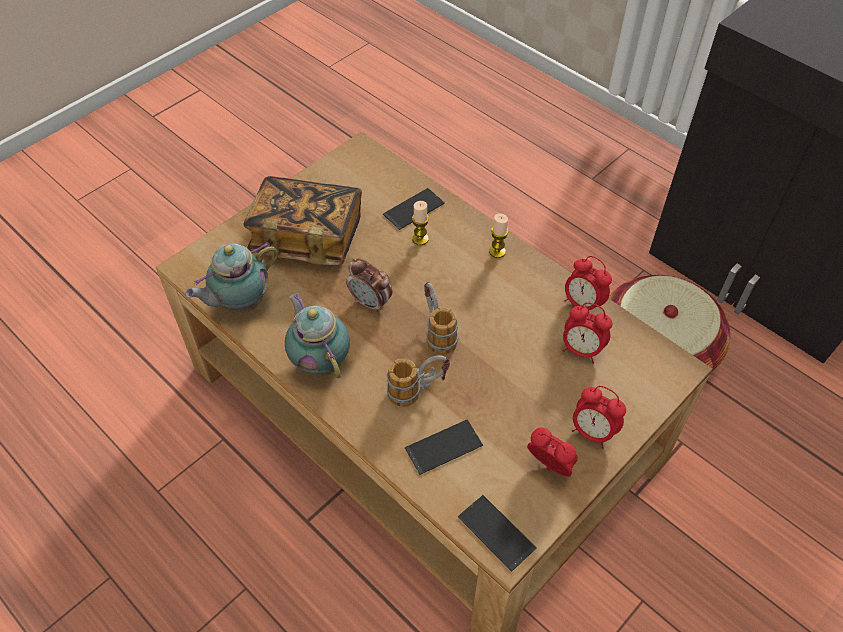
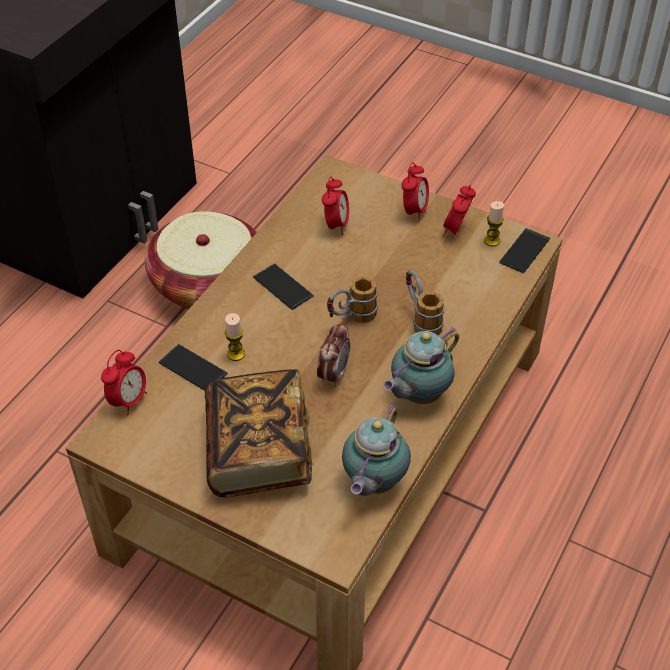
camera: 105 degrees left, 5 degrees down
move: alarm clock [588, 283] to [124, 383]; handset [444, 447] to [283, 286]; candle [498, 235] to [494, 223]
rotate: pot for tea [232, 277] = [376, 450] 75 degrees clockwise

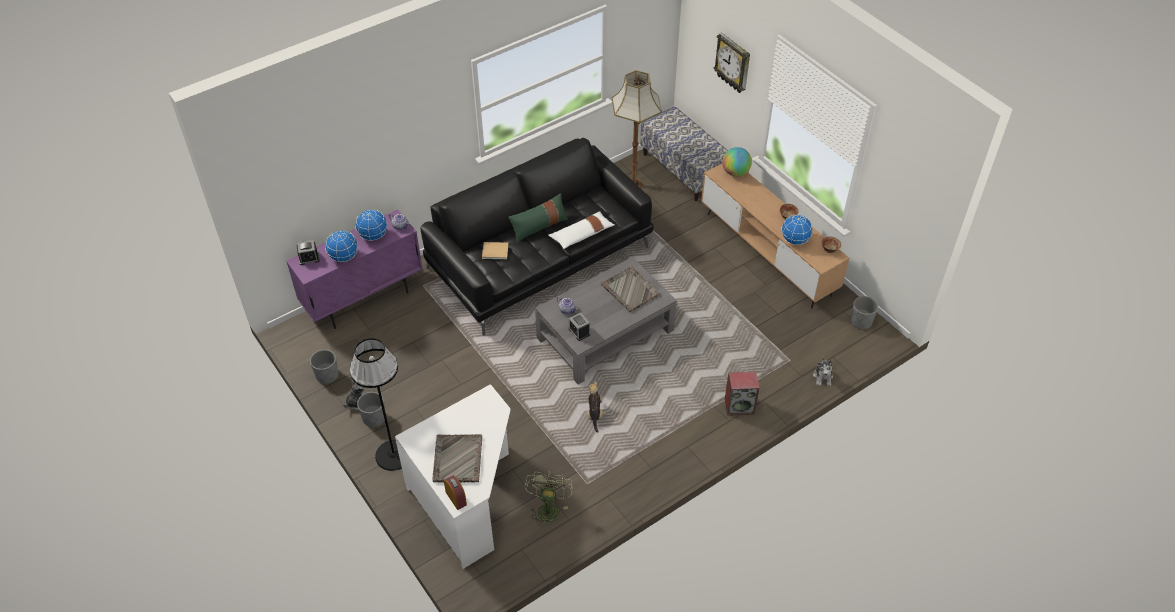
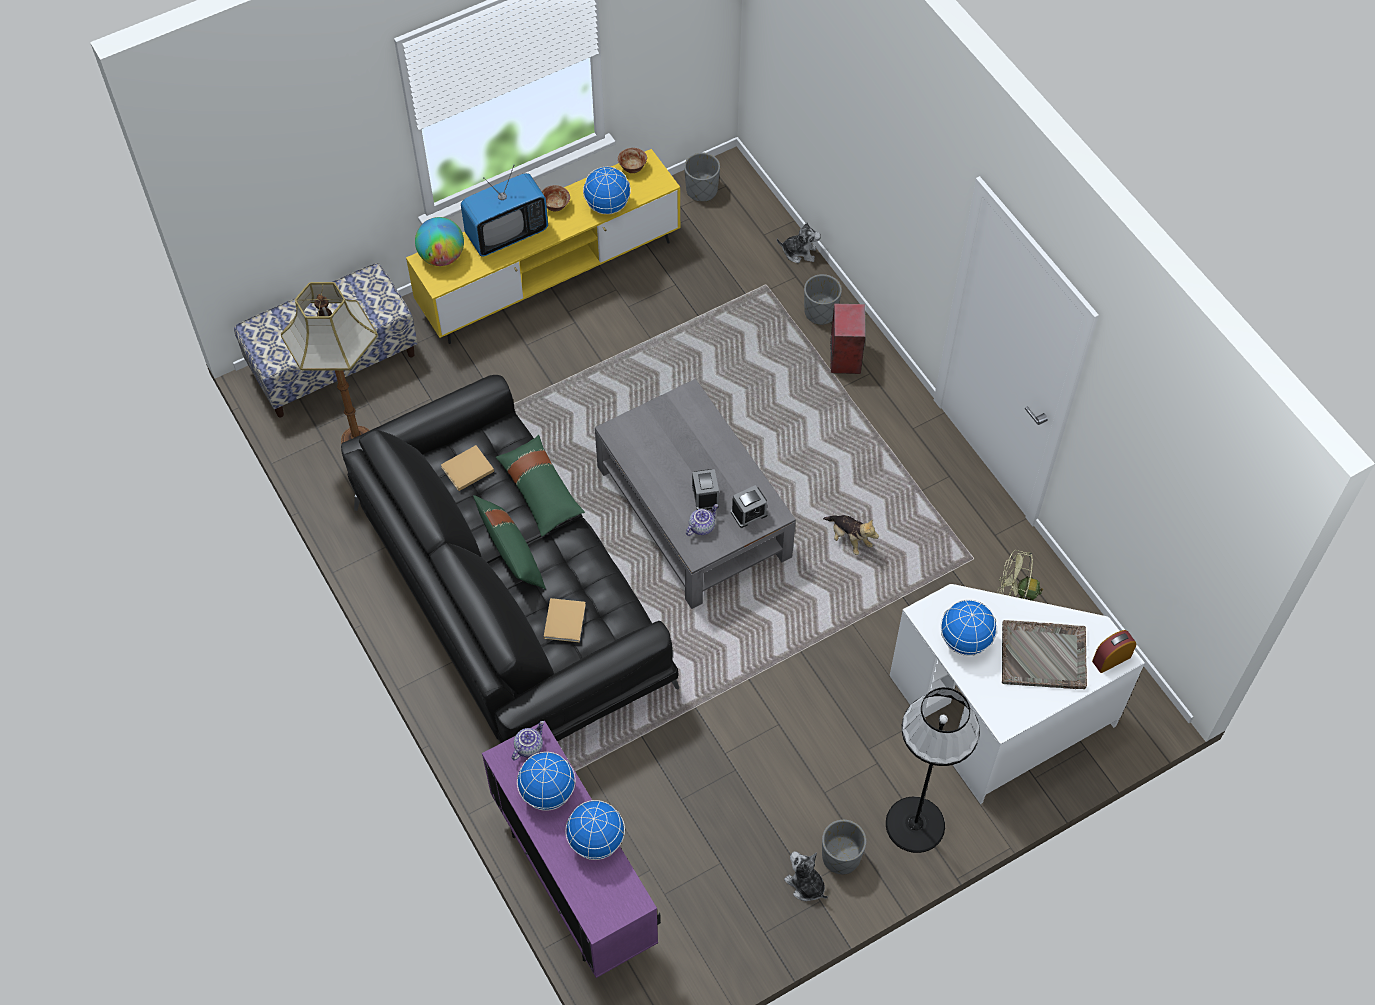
camera: 85 degrees left, 10 degrees up
delete: gray serving tray [630, 289]; clock on the wall [732, 62]
insert: sand-coloured book [467, 468]; television [504, 211]; globe [969, 627]
move: alarm clock [308, 252] to [705, 489]; gray flower pot [324, 366] to [823, 299]
recolor: brownish media console [775, 236] to yellowish media console [543, 246]; whitish throw pillow [581, 230] to green-coloured throw pillow [540, 486]
rotate: cuddly toy [596, 407] = [851, 535] 135 degrees counterclockwise

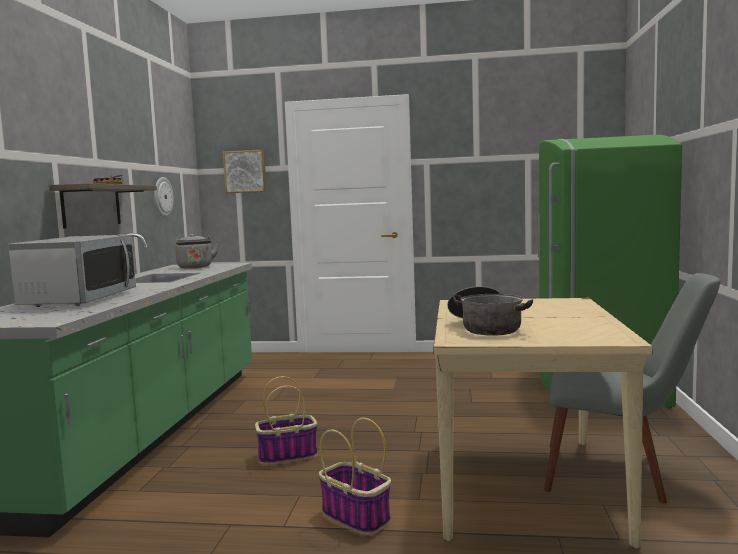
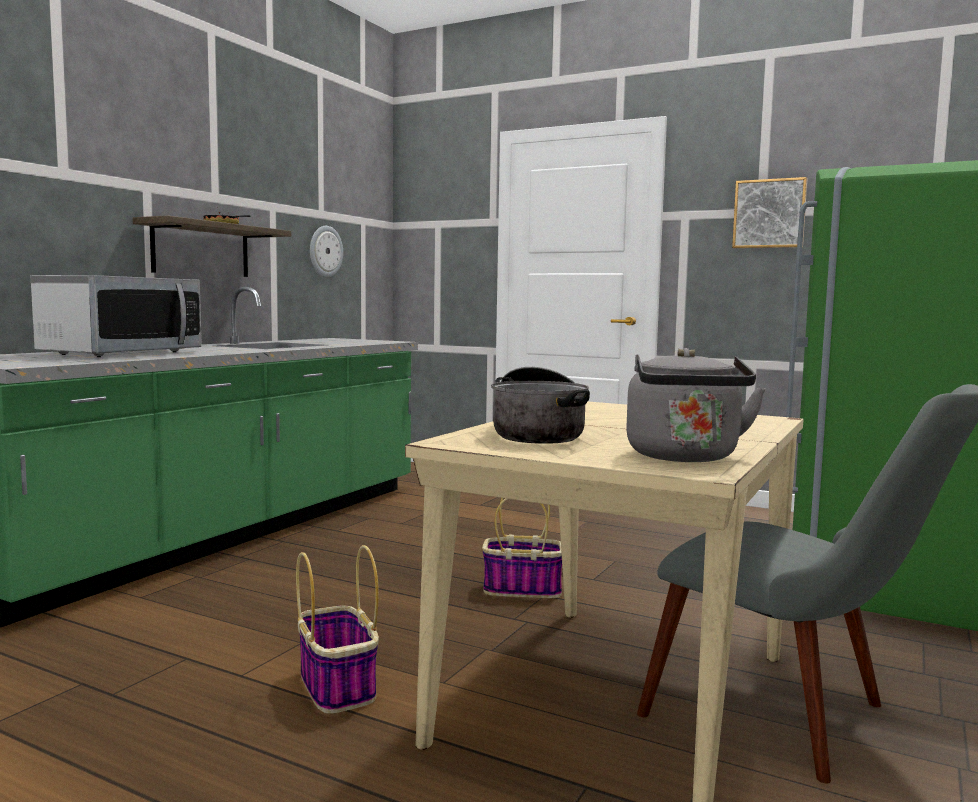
camera: 20 degrees right, 0 degrees up
move: basket [286, 420] to [522, 548]; gray water kettle [197, 251] to [695, 405]; wall art [245, 171] to [770, 213]

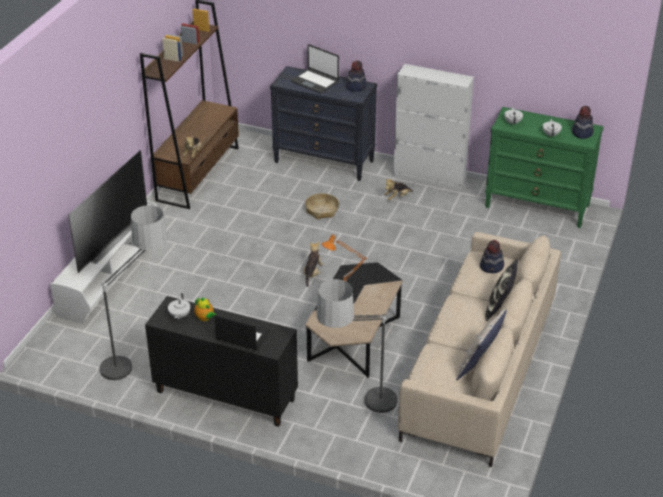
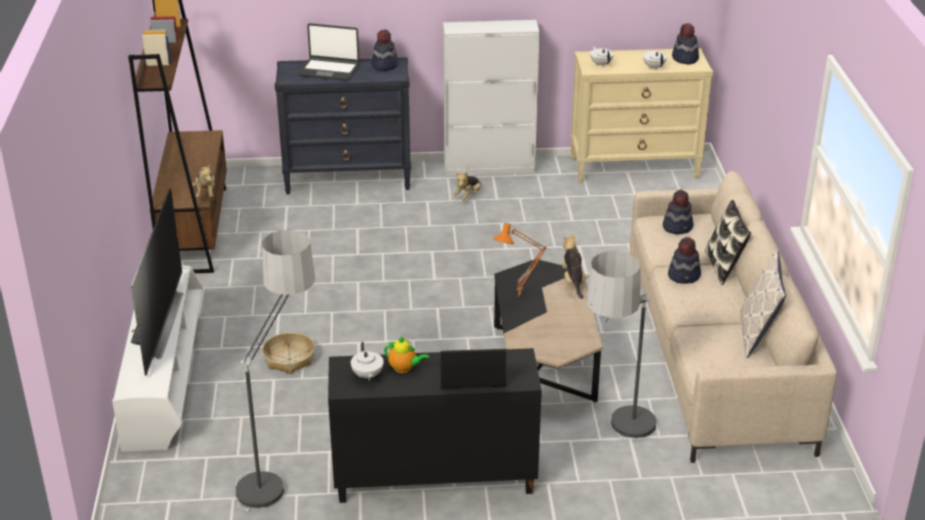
camera: 25 degrees left, 5 degrees down
insert: clothing hat [684, 260]
move: basket [322, 206] to [288, 353]; cuddly toy [313, 264] to [575, 266]
recolor: green-coloured chest of drawers [544, 167] to sand-coloured chest of drawers [641, 115]

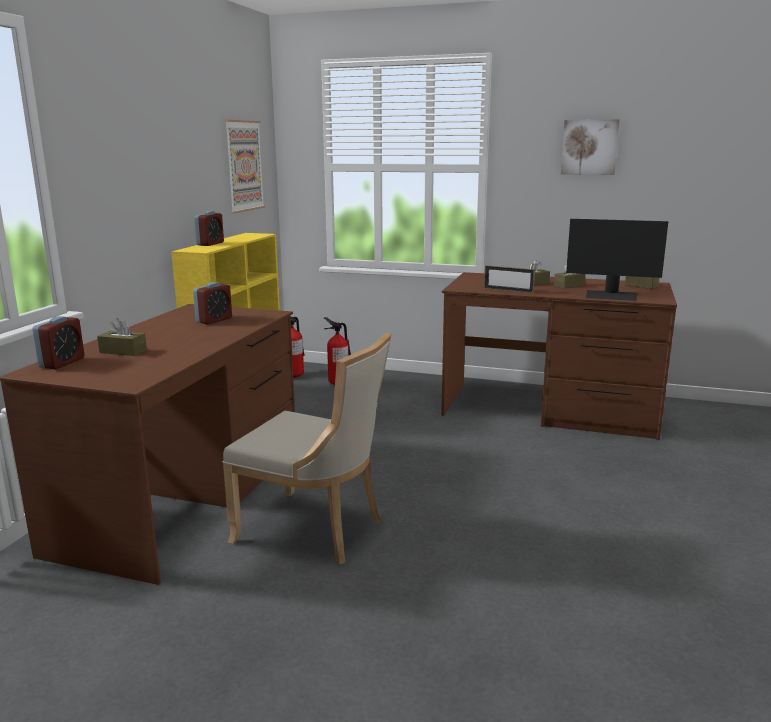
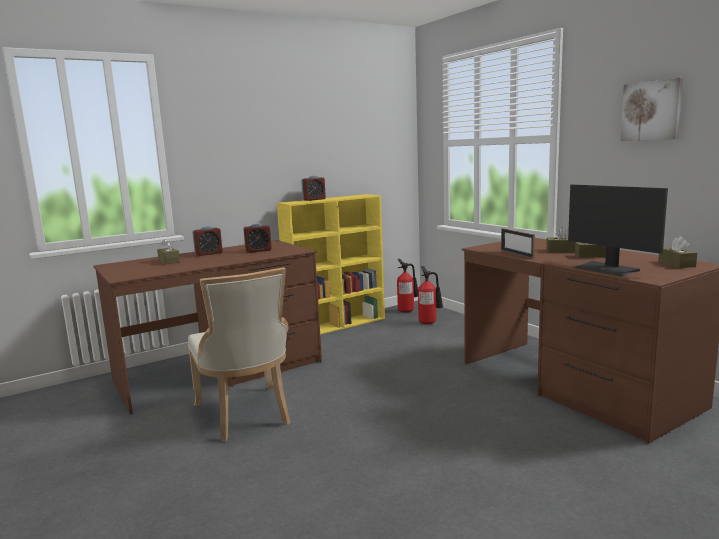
camera: 40 degrees right, 5 degrees down
delete: wall art [244, 166]
move: alarm clock [58, 342] to [207, 241]

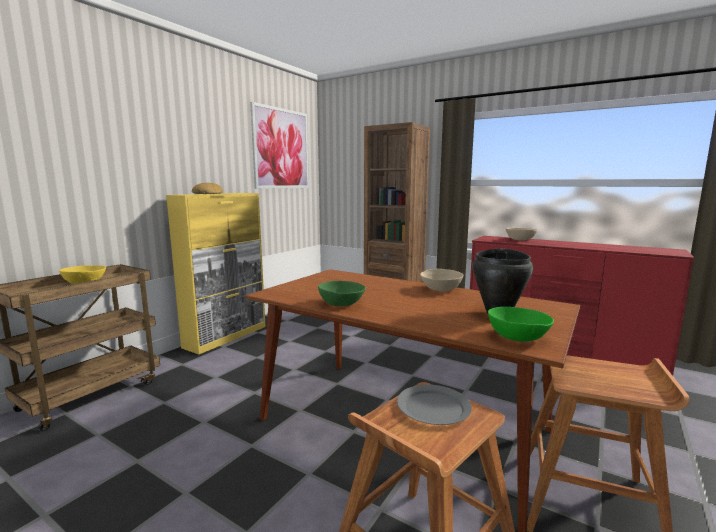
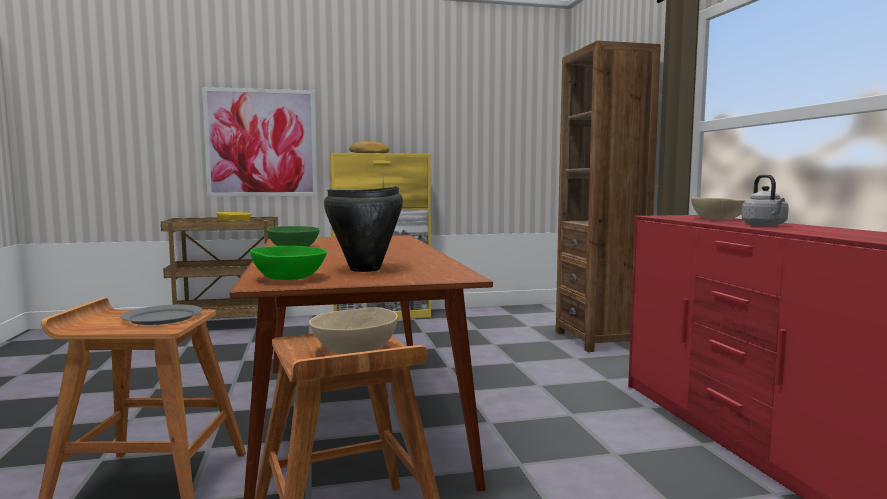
camera: 45 degrees right, 5 degrees down
insert: gray water kettle [765, 200]
move: wall art [279, 145] to [259, 142]; sand-coloured serving bowl [441, 280] to [353, 331]

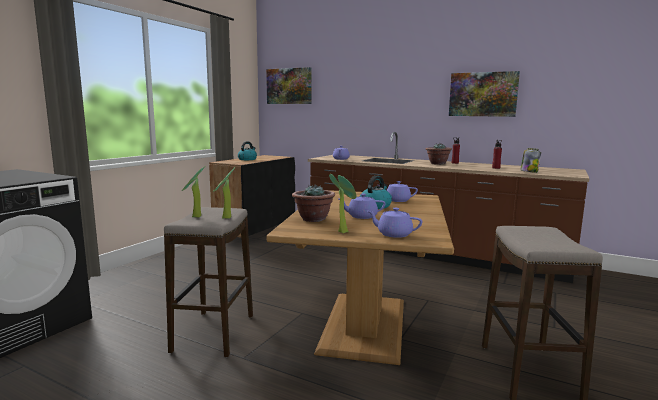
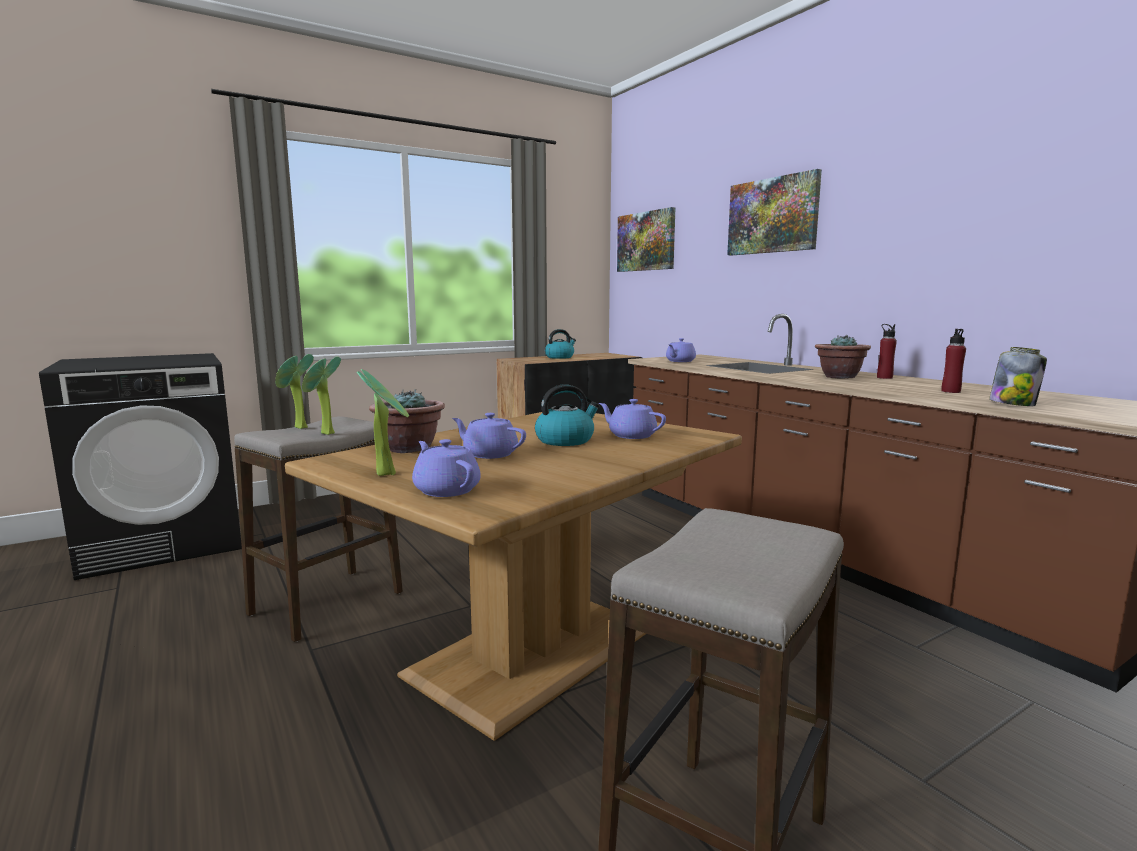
camera: 30 degrees right, 0 degrees up
move: wall art [484, 94] to [774, 212]

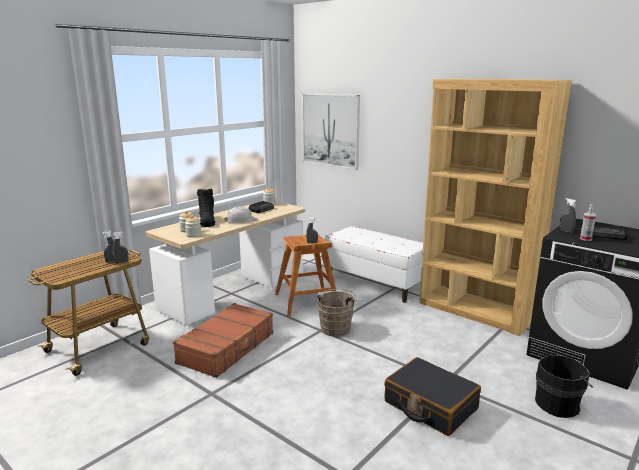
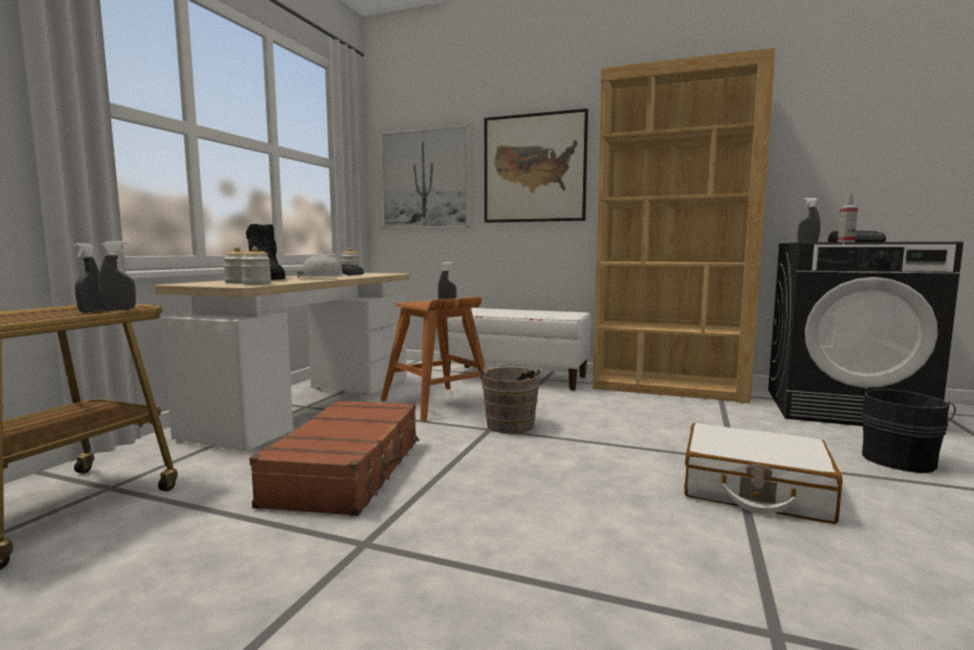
camera: 20 degrees left, 10 degrees down
insert: wall art [536, 166]
recolor: blackish suitcase [432, 396] to whitish suitcase [763, 473]

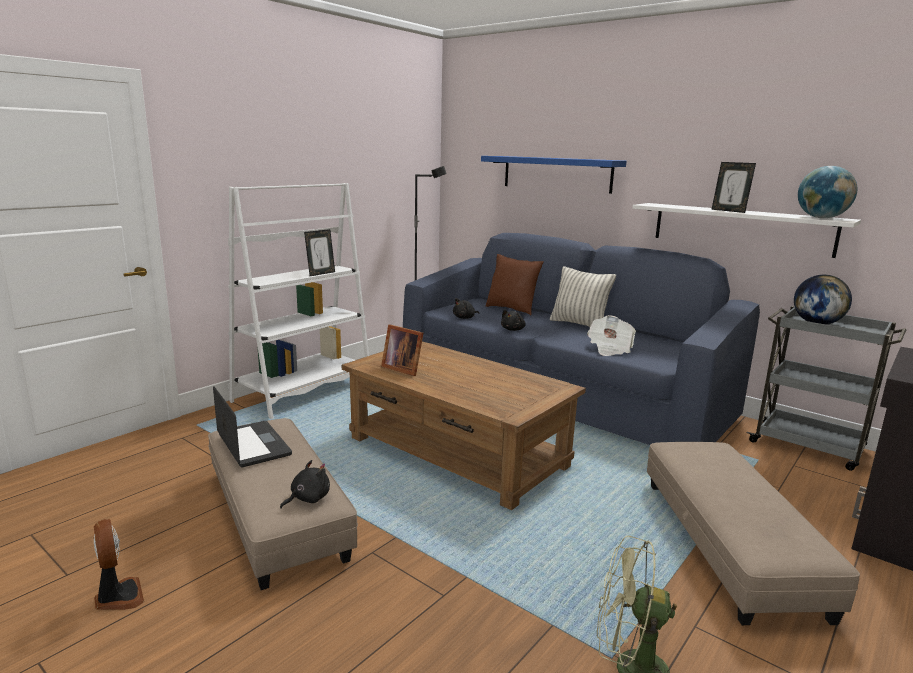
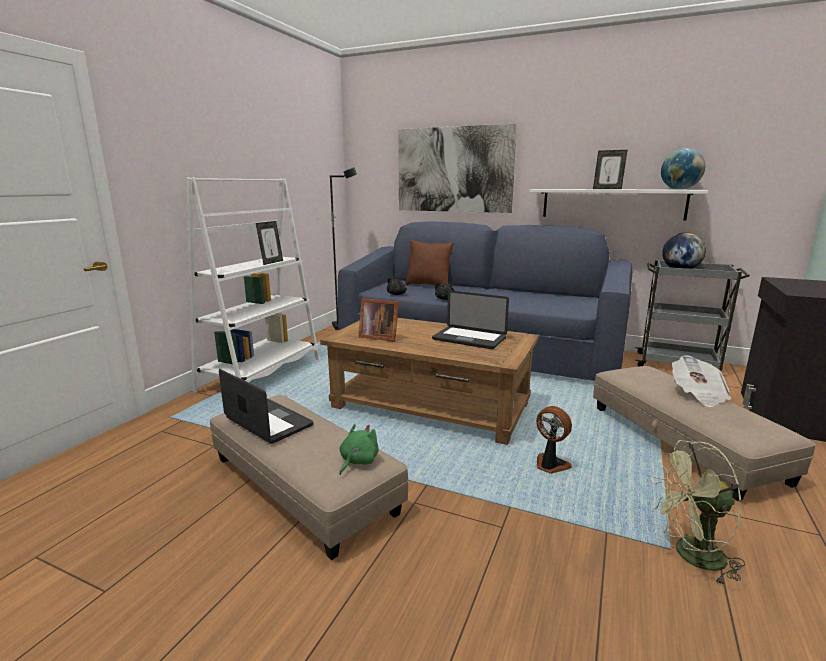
camera: 15 degrees left, 0 degrees up
delete: throw pillow [583, 296]
insert: portable computer [470, 320]
move: electric fan [119, 564] to [554, 440]; daily paper [611, 335] to [702, 381]
replace: blue bracket shelf [553, 175] to wall art [457, 168]
recolor: blackish cuddly toy [305, 484] to green-coloured cuddly toy [359, 449]

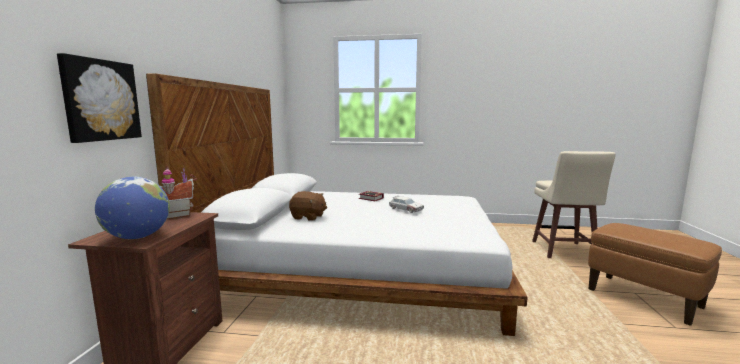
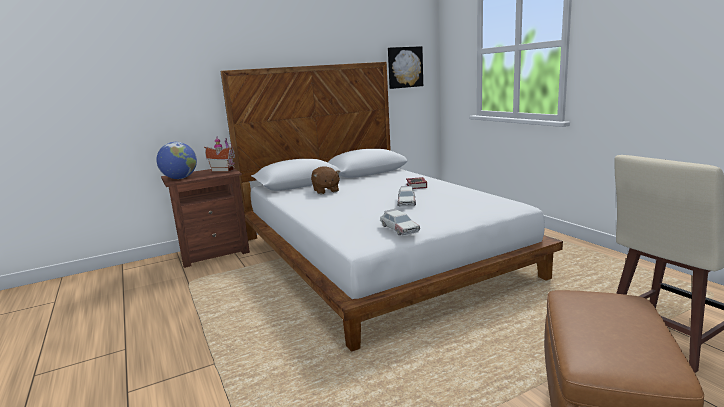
camera: 55 degrees right, 5 degrees up
insert: model car [400, 222]
move: wall art [99, 98] to [405, 67]

